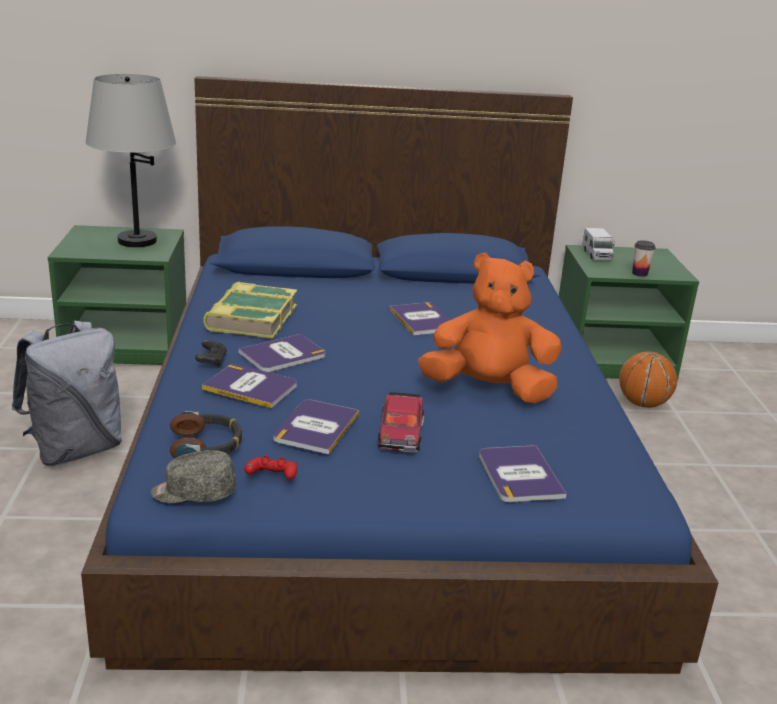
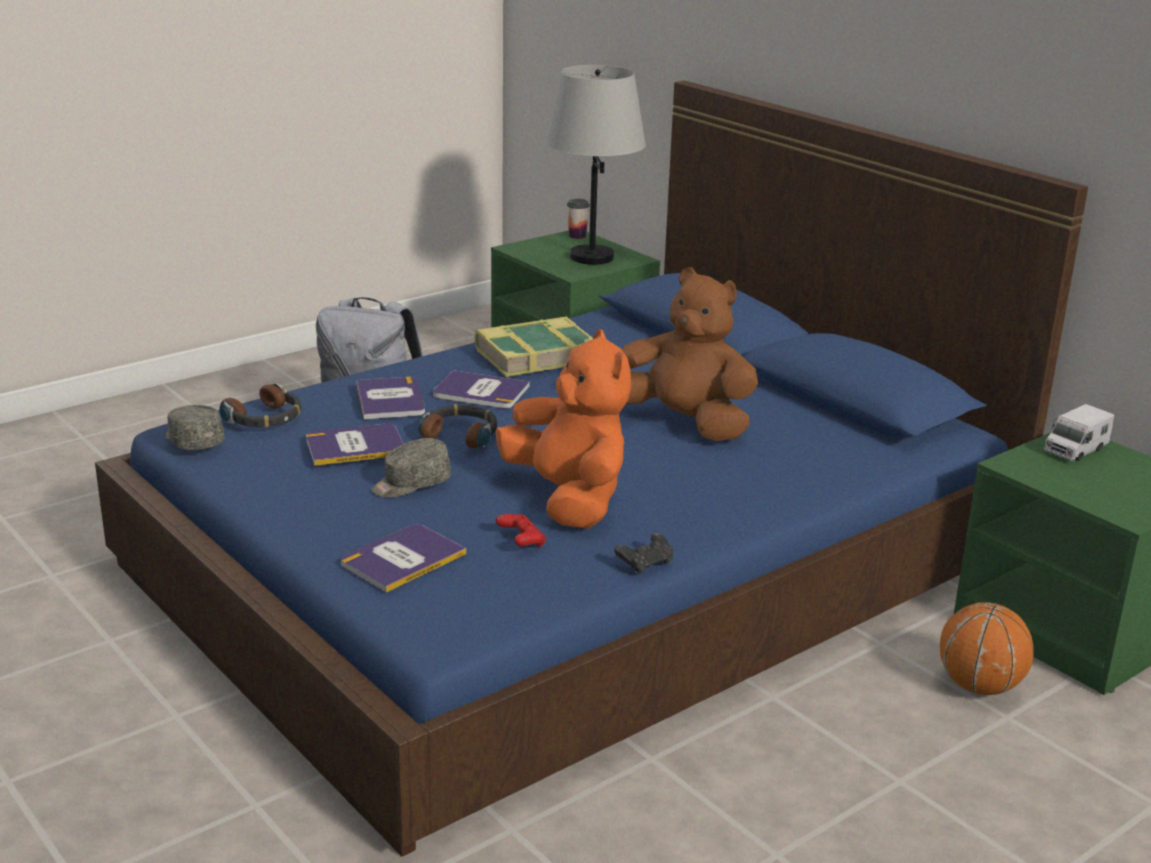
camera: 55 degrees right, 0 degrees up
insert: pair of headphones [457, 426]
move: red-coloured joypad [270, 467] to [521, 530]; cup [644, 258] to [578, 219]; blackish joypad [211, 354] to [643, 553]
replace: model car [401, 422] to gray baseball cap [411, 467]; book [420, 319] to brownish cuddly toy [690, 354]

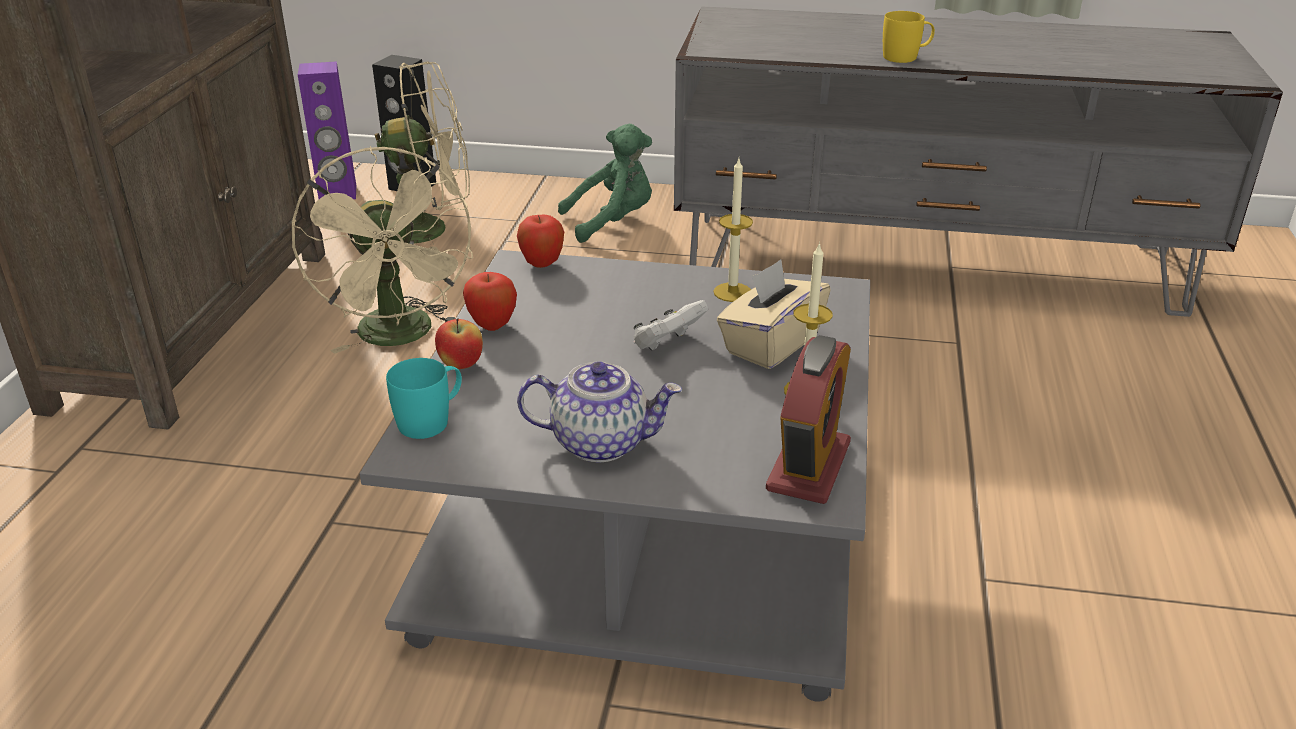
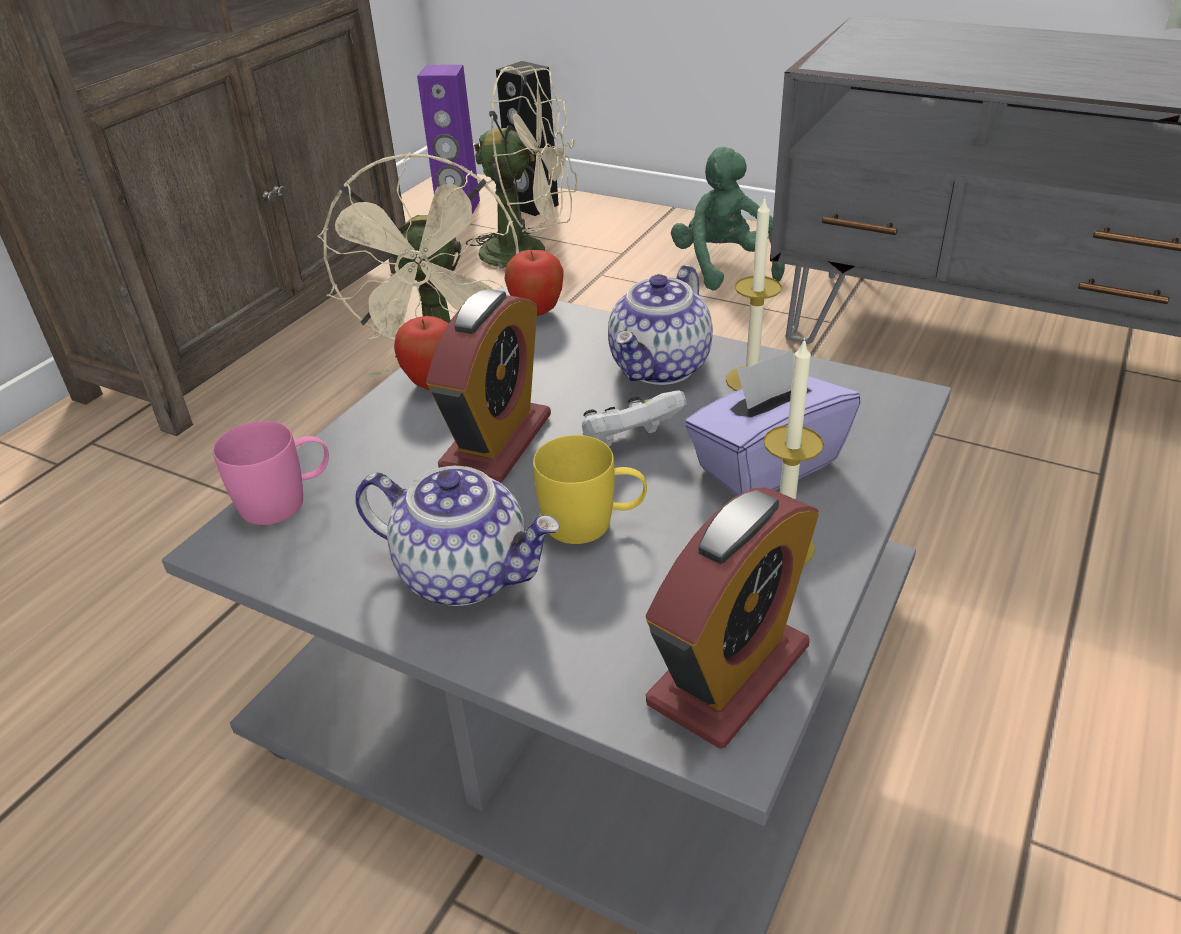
camera: 20 degrees right, 5 degrees up
delete: whole apple [459, 343]
insert: alarm clock [488, 386]; pot for tea [660, 325]
move: yellowish coffee mug [909, 37] to [590, 489]
recolor: blue-green coffee mug [424, 398] to pink coffee mug [271, 473]; sand-coloured tissue holder [774, 314] to purple-coloured tissue holder [773, 422]
rotate: green-coloured cuddly toy [605, 183] = [728, 219] 105 degrees counterclockwise

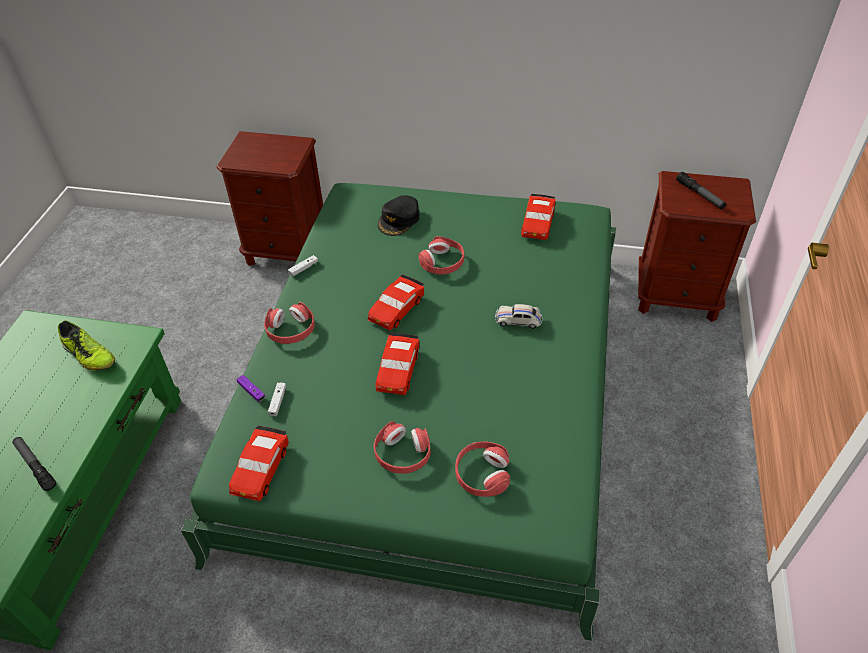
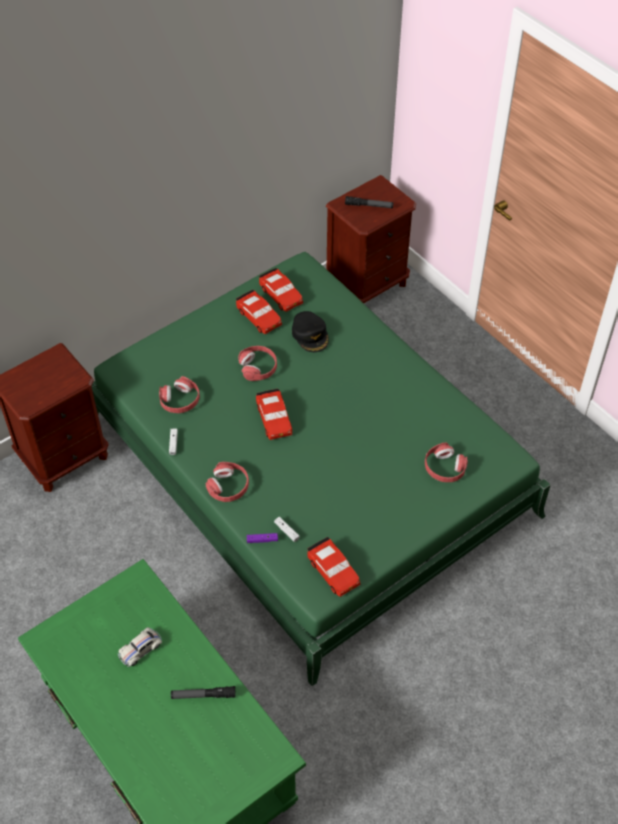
camera: 50 degrees left, 5 degrees up
delete: low shoe [86, 345]
move: whitish model car [519, 316] to [140, 647]; red-coloured pair of headphones [402, 447] to [179, 394]; red-coloured model car [397, 364] to [259, 312]; blackish baseball cap [398, 215] to [310, 331]

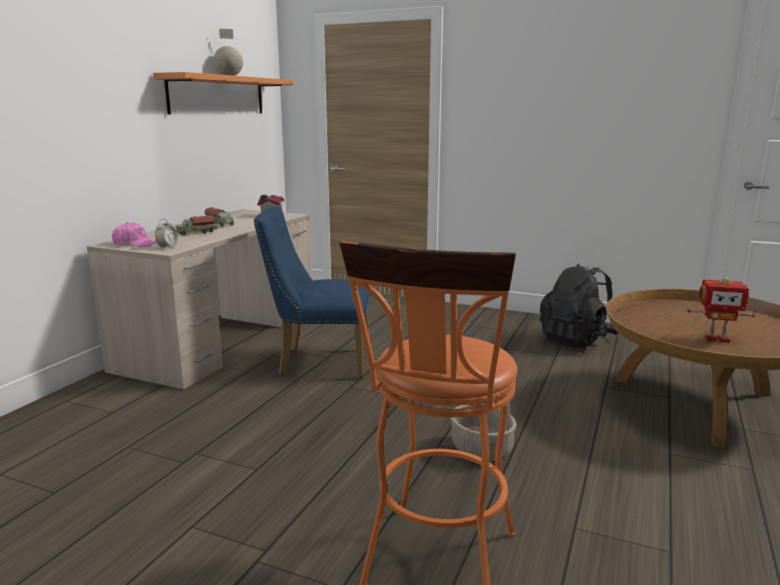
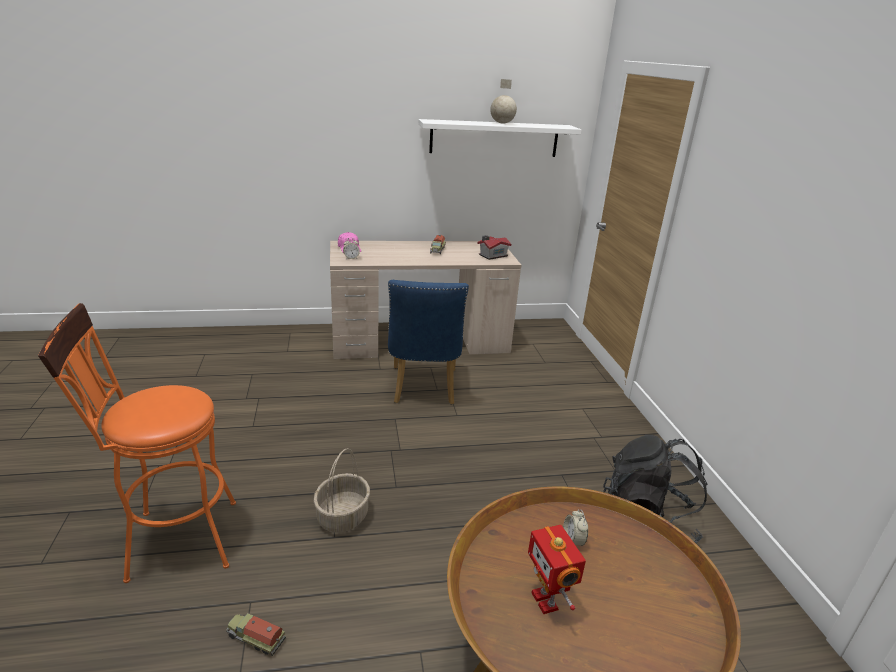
camera: 55 degrees right, 10 degrees up
insert: alarm clock [575, 528]
move: model truck [196, 225] to [256, 634]
recolor: orange bracket shelf [223, 93] to whitish bracket shelf [500, 138]
rotate: blue upright chair [312, 292] = [428, 342] 150 degrees counterclockwise

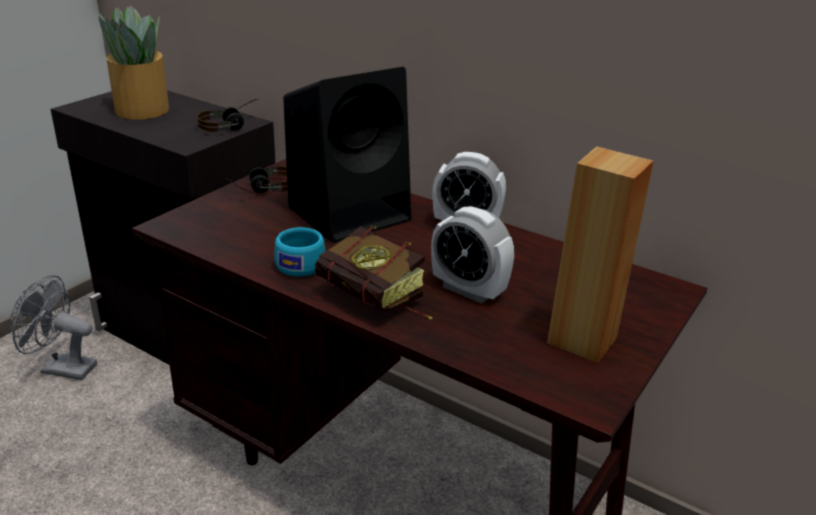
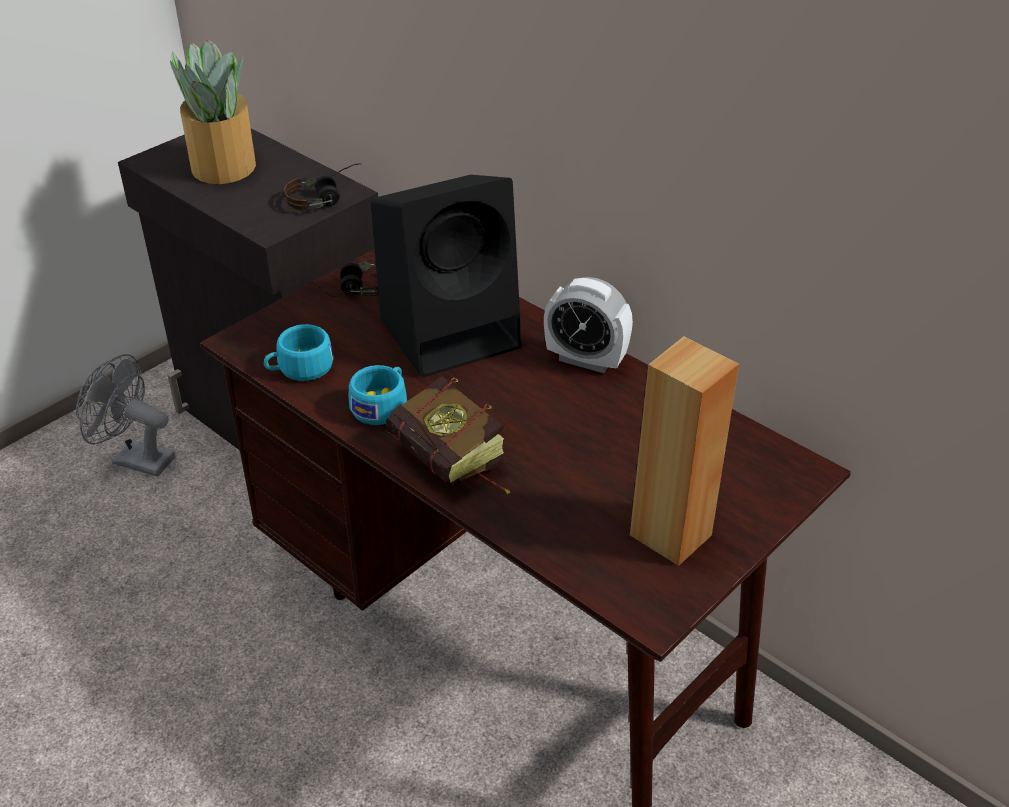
camera: 10 degrees right, 10 degrees up
delete: alarm clock [472, 255]
insert: blue-green cup [299, 352]

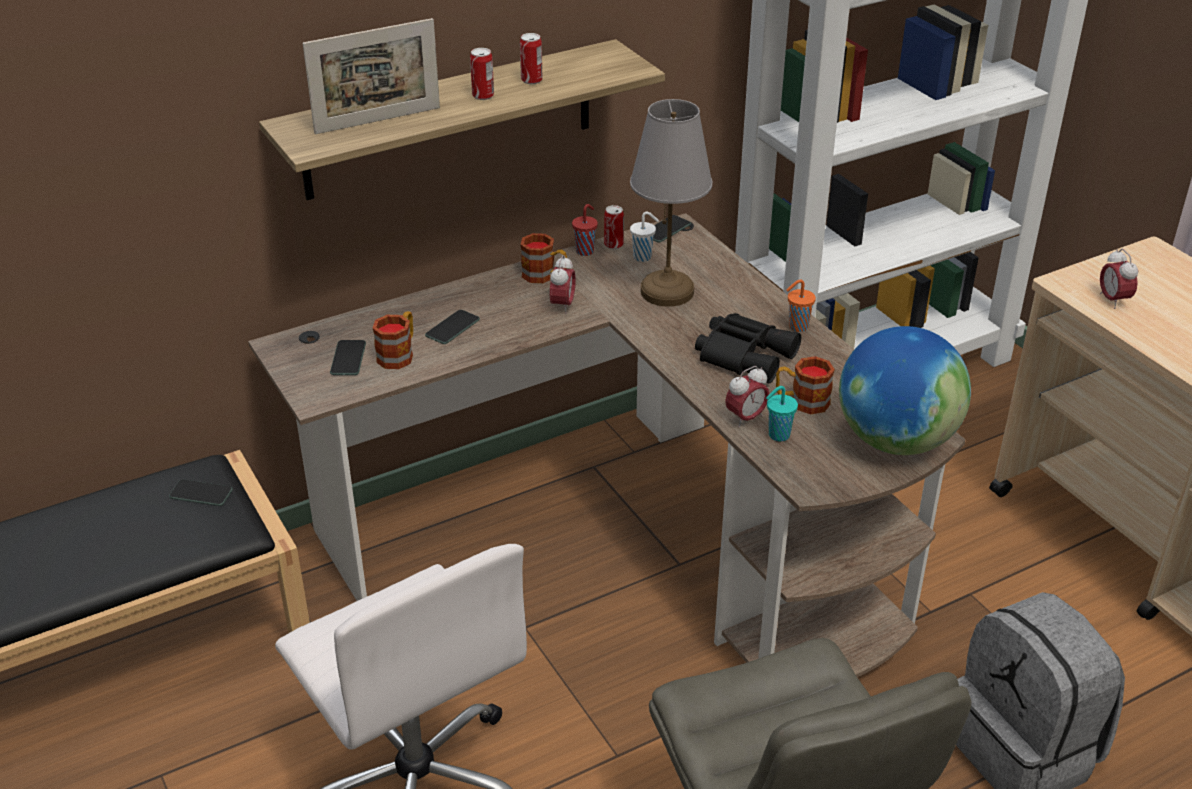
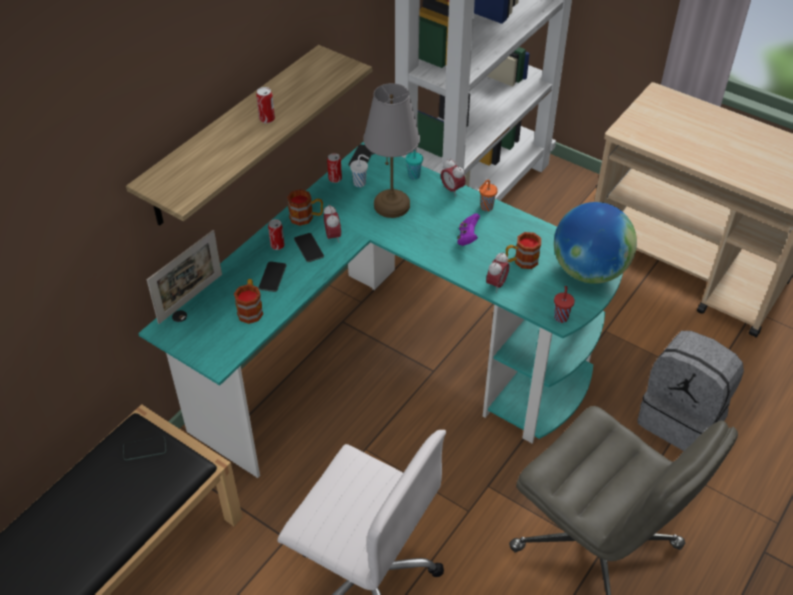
camera: 25 degrees left, 10 degrees up
move: standing frame [371, 76] to [184, 277]; sealed can [531, 58] to [276, 234]; handset [348, 357] to [309, 247]; blue-green cup [782, 414] to [414, 165]; alarm clock [1119, 279] to [453, 177]; red-coloured cup [585, 230] to [564, 304]
replace: blackish binoculars [748, 348] to purple-coloured joypad [468, 229]
recolor: brownish desk [606, 445] to blue-green desk [380, 309]

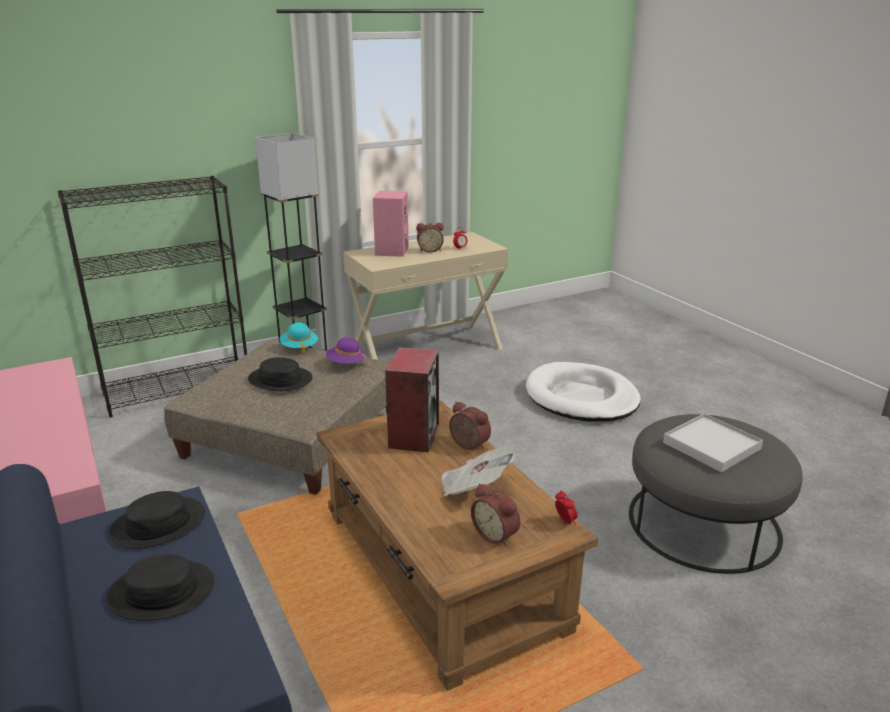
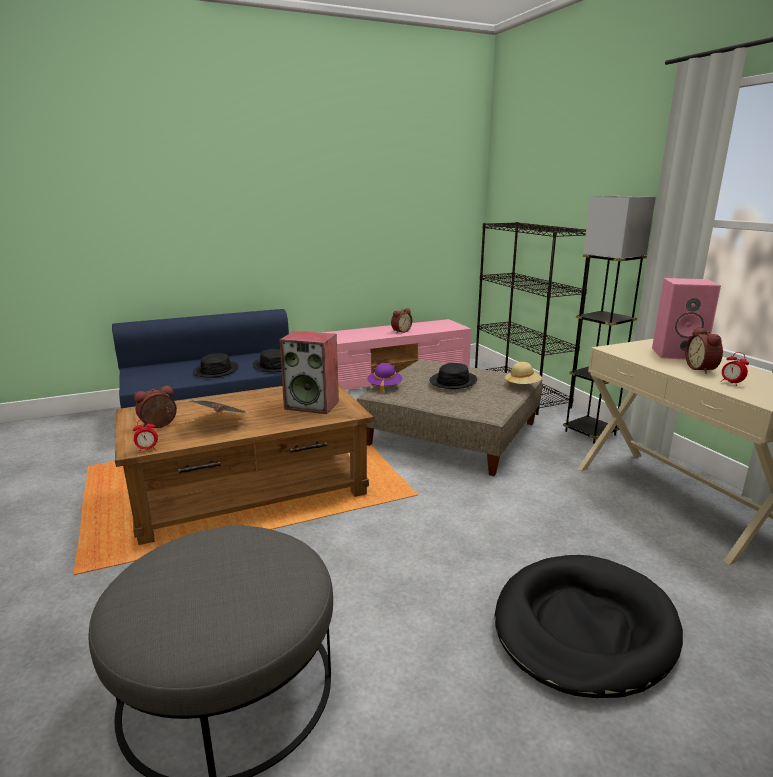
camera: 95 degrees right, 5 degrees down
delete: whitish serving tray [713, 442]
move: purple-coloured clothing hat [346, 351] to [385, 378]; alarm clock [470, 425] to [401, 320]
recolor: whitish dog cushion [583, 391] to blackish dog cushion [588, 626]; blue-green clothing hat [299, 338] to sand-coloured clothing hat [523, 374]

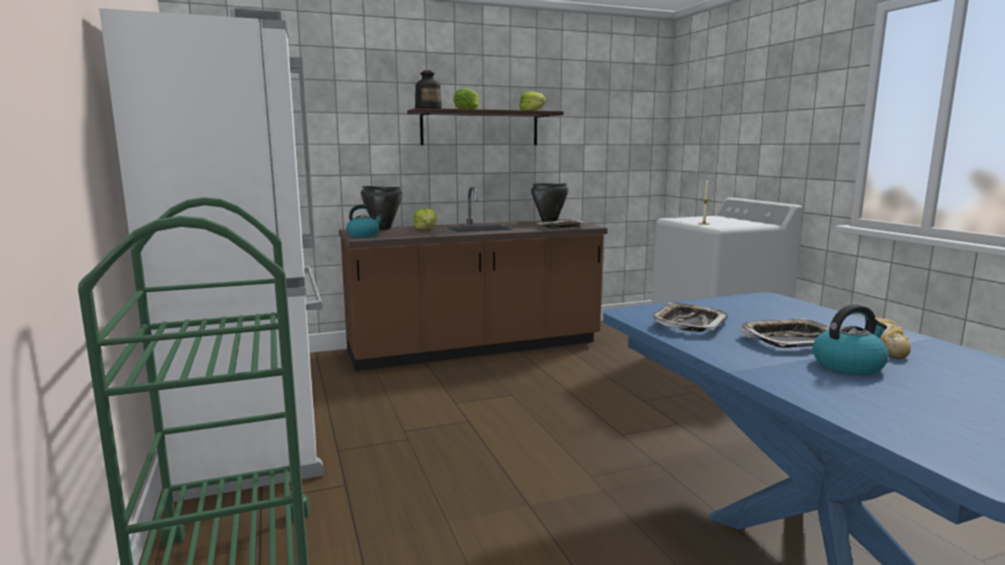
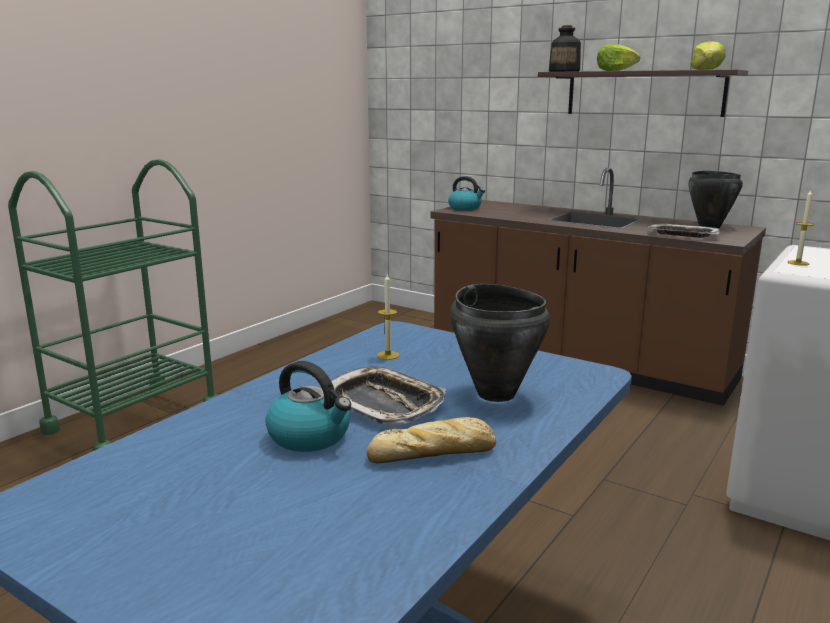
camera: 55 degrees right, 5 degrees up
delete: whitish refrigerator [211, 255]; lettuce [425, 219]
move: blackish cooking pot [381, 208] to [500, 343]
replace: serving tray [690, 317] to candle [388, 317]

